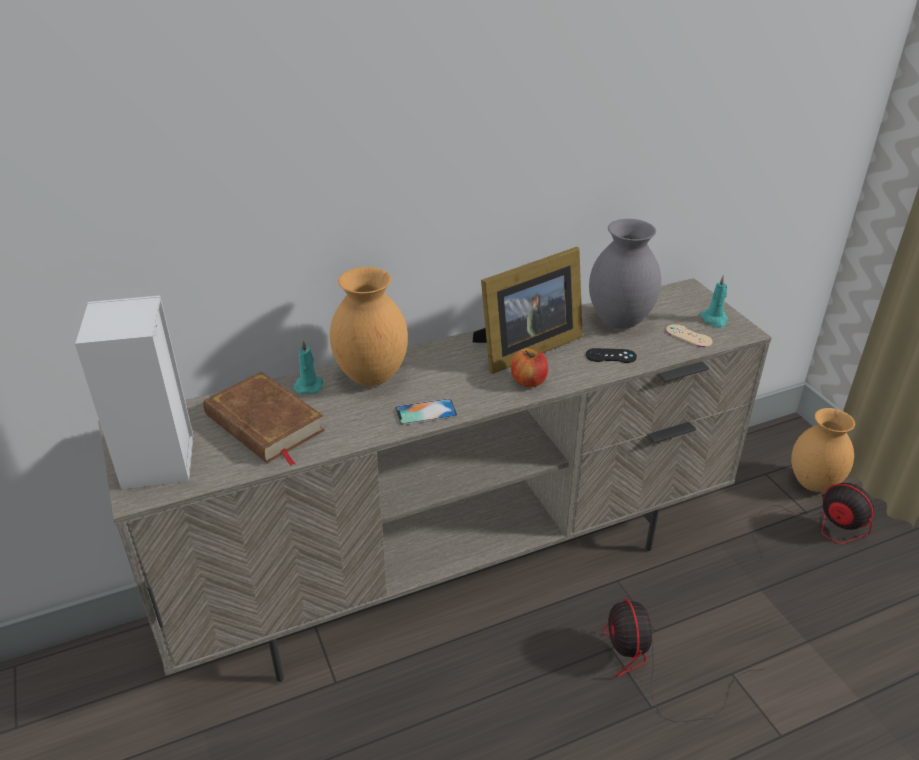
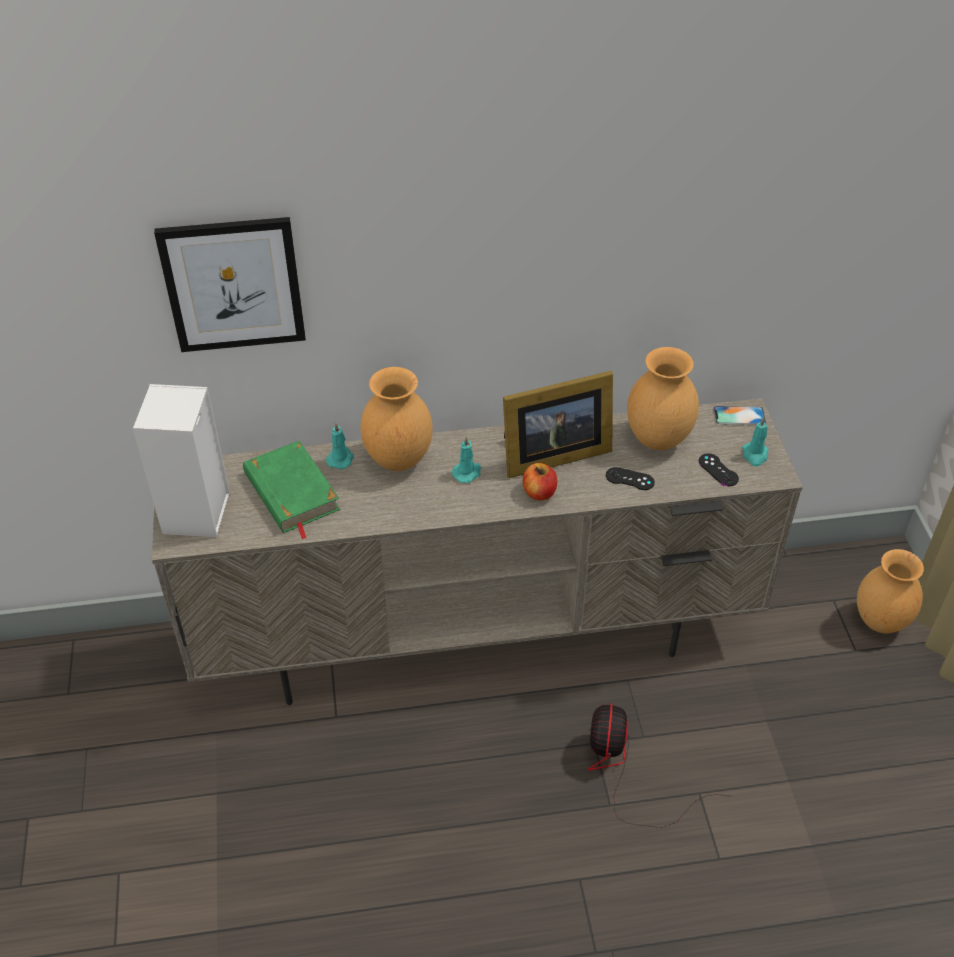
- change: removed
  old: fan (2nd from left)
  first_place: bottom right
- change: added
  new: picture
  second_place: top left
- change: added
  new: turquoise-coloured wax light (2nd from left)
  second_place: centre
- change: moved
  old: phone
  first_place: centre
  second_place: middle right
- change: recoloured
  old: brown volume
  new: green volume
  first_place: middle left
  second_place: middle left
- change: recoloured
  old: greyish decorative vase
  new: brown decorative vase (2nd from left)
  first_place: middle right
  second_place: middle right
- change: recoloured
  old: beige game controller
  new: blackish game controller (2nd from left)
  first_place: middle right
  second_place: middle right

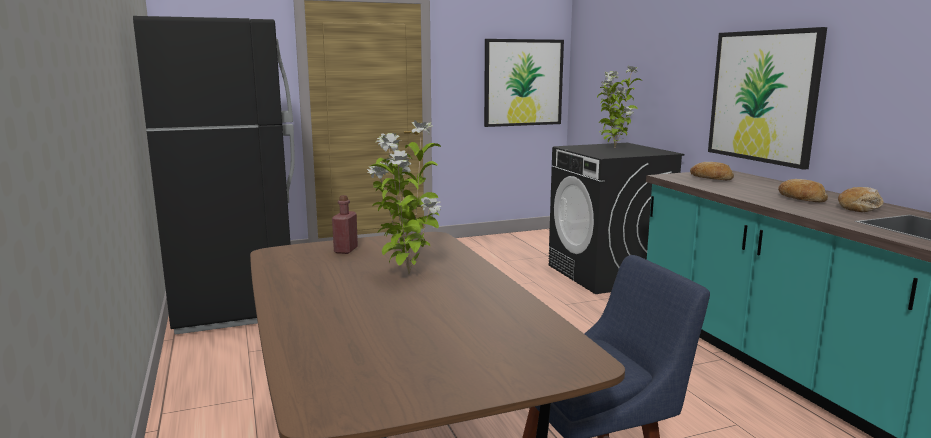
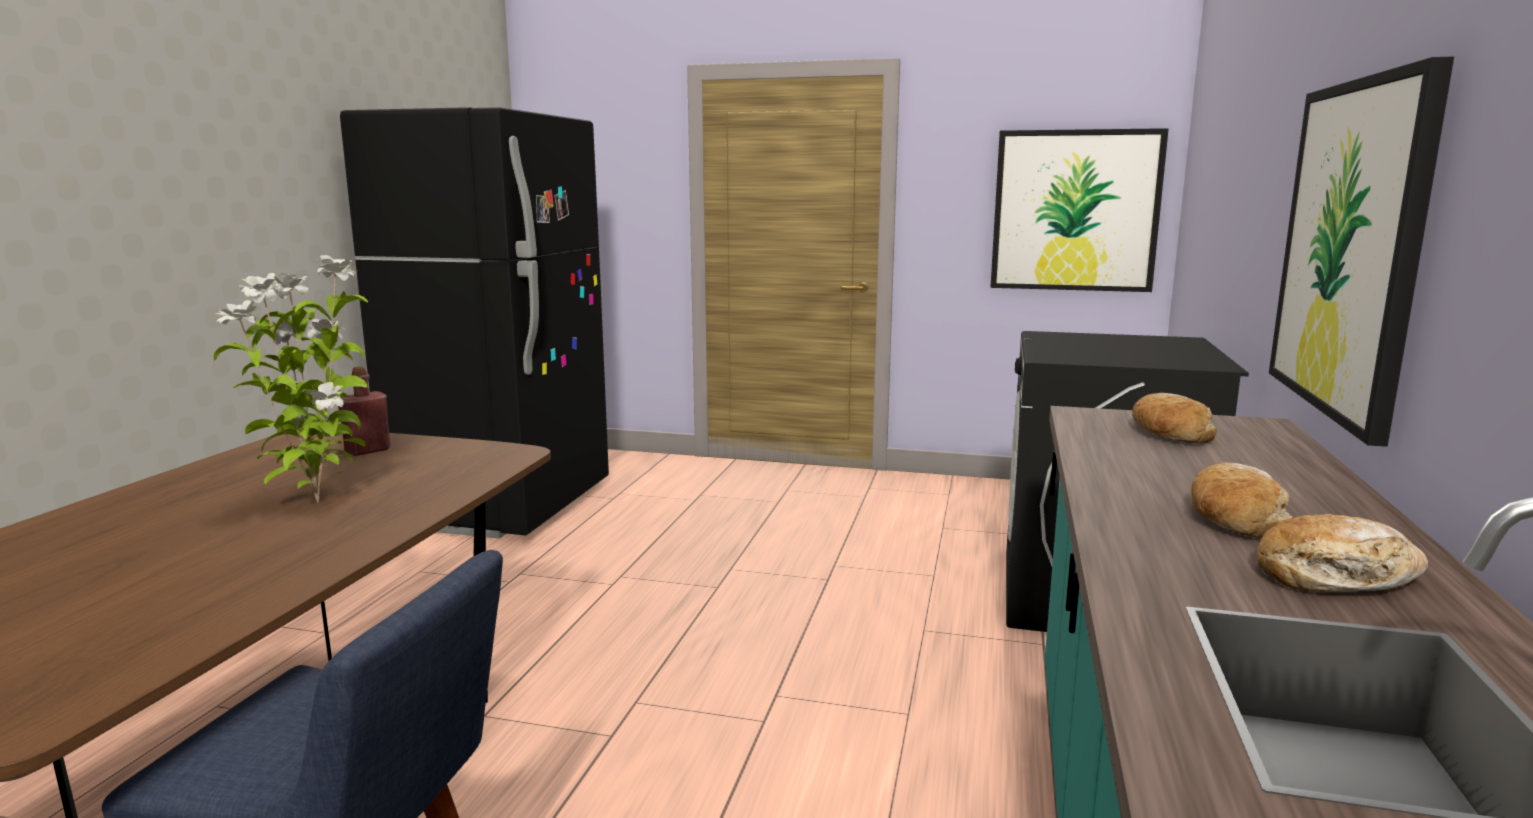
- change: removed
  old: plant in a pot (2nd from left)
  first_place: top centre

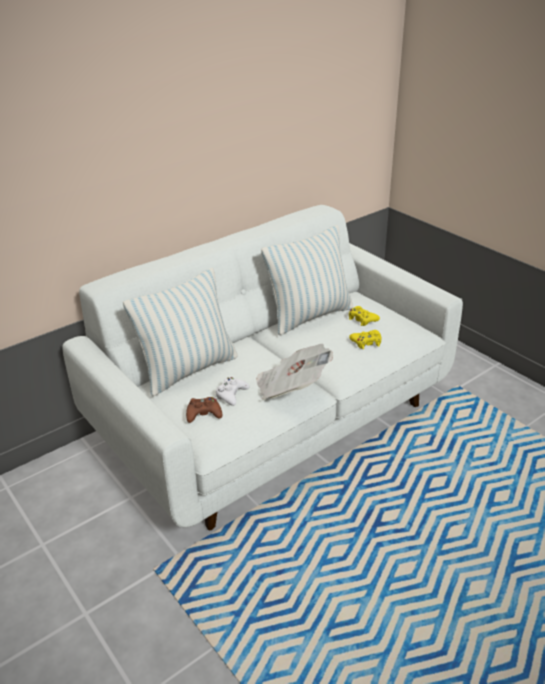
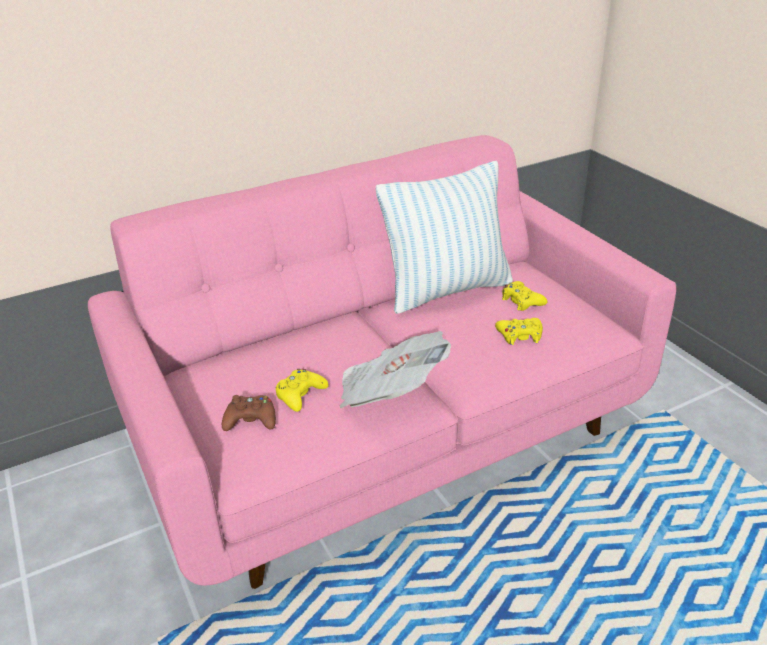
- change: removed
  old: pillow (1st from left)
  first_place: middle left
- change: recoloured
  old: white sofa
  new: pinkish sofa
  first_place: centre
  second_place: centre
- change: recoloured
  old: white game controller
  new: yellow-coloured game controller (1st from left)
  first_place: centre
  second_place: centre

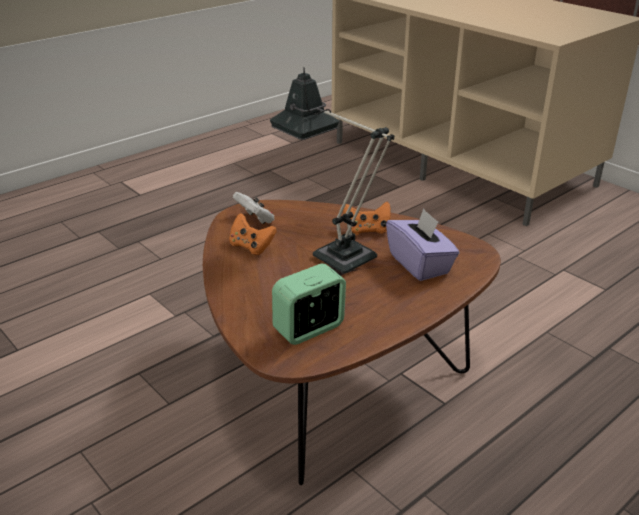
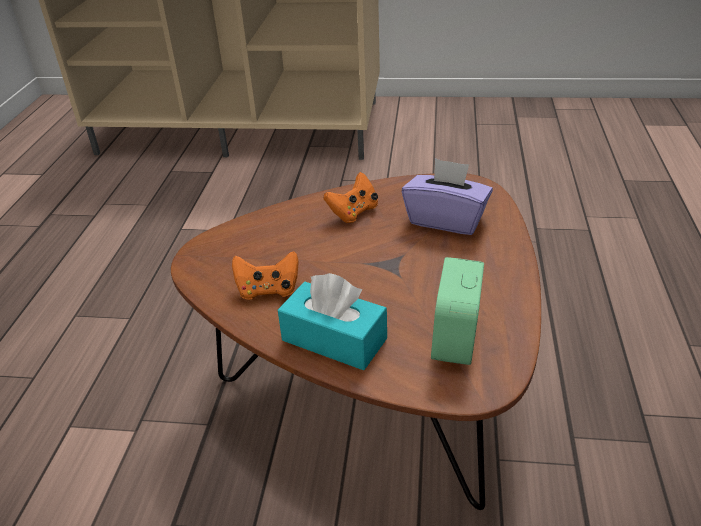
- change: removed
  old: white game controller
  first_place: centre
- change: removed
  old: lamp for a table
  first_place: top centre
- change: added
  new: turquoise-coloured tissue box
  second_place: centre

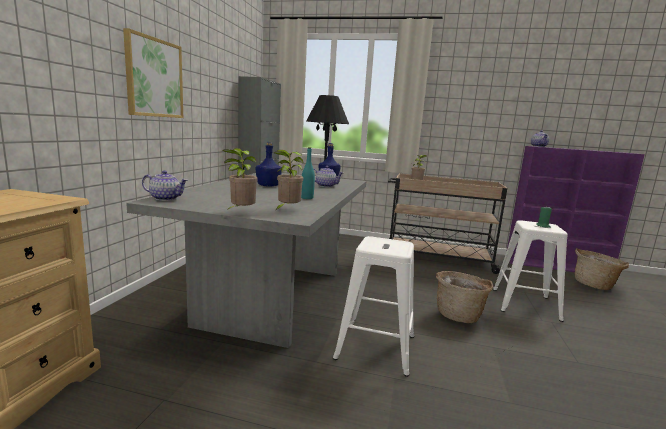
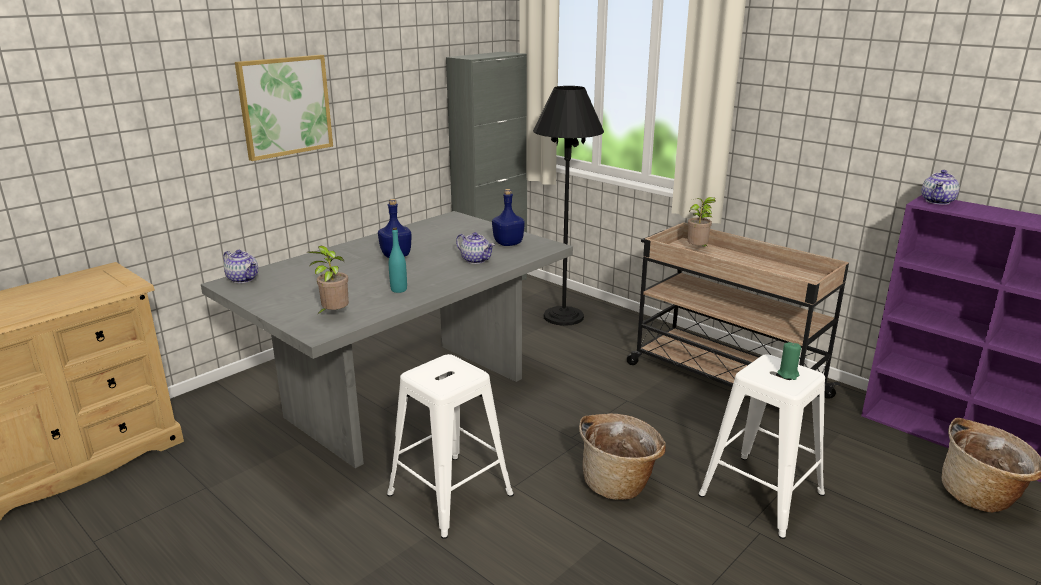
- change: removed
  old: plant in a pot (1st from left)
  first_place: centre

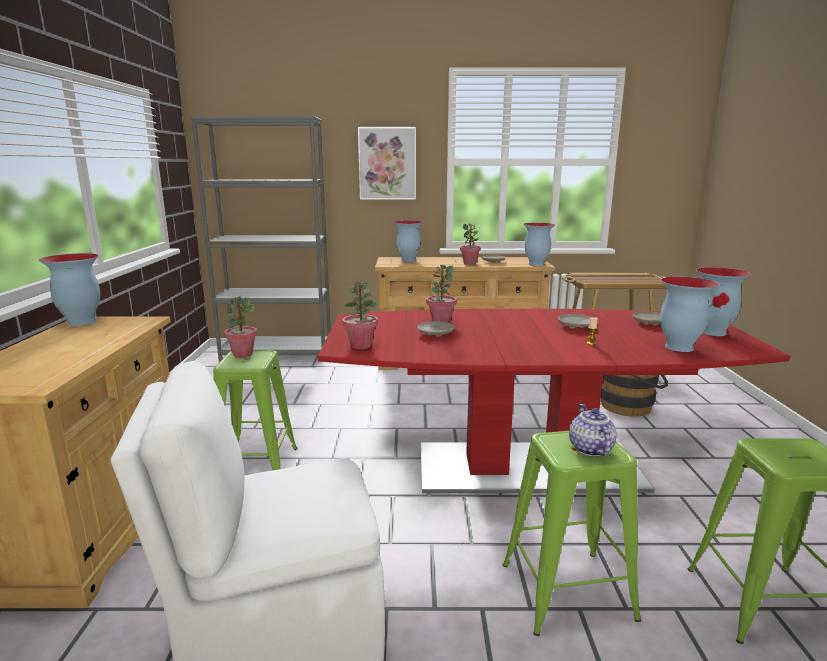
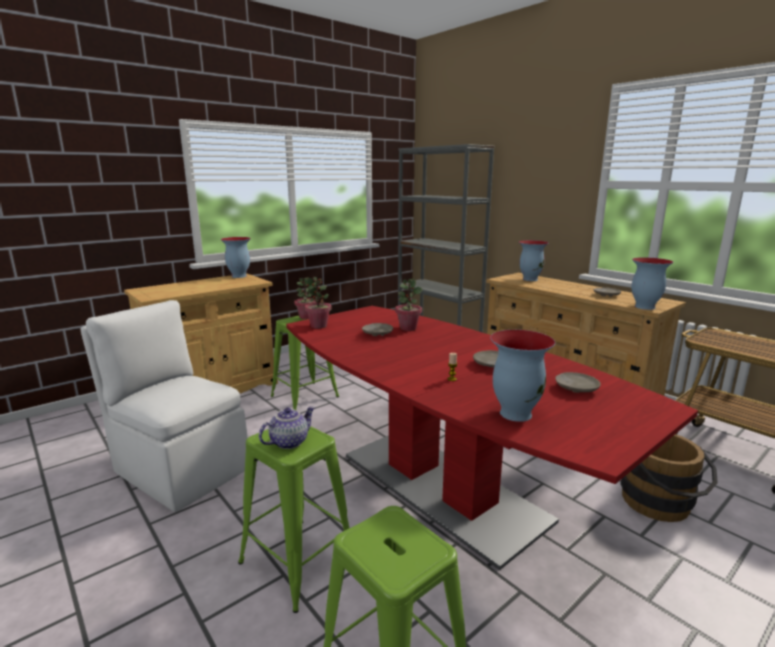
- change: removed
  old: picture
  first_place: top centre
- change: removed
  old: plant in a pot (4th from left)
  first_place: centre
- change: removed
  old: decorative vase (5th from left)
  first_place: middle right

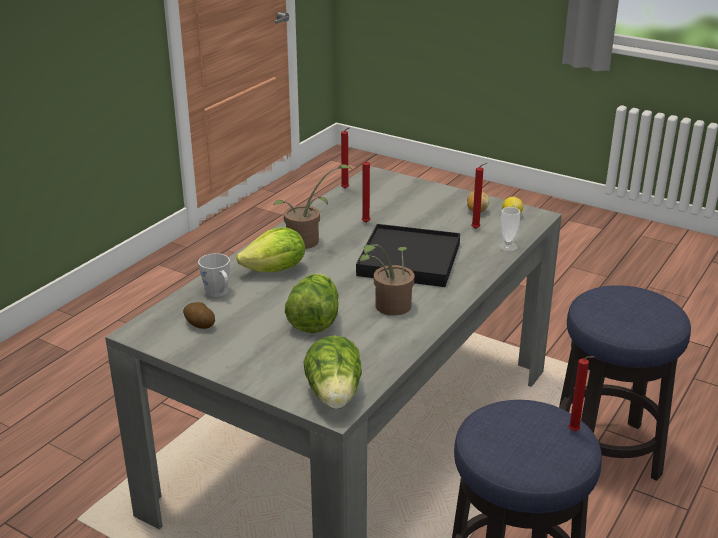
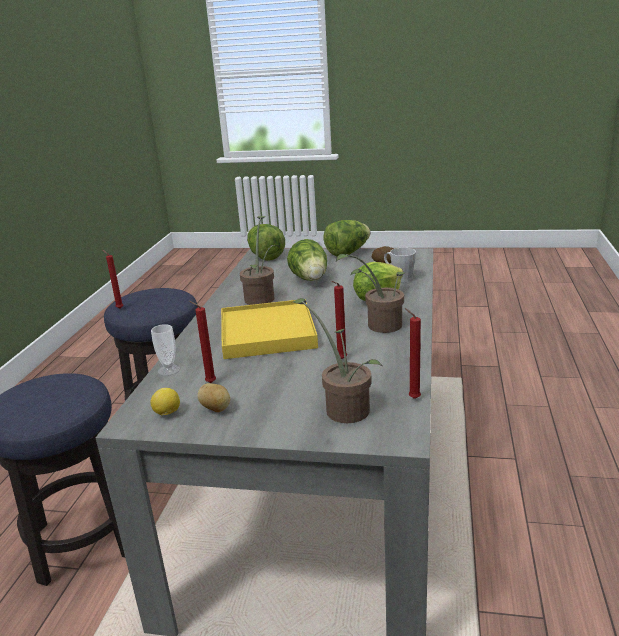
- change: added
  new: plant in a pot (2nd from left)
  second_place: centre
- change: added
  new: head of lettuce (3rd from left)
  second_place: centre
- change: recoloured
  old: blackish tray
  new: yellow-coloured tray
  first_place: centre
  second_place: centre

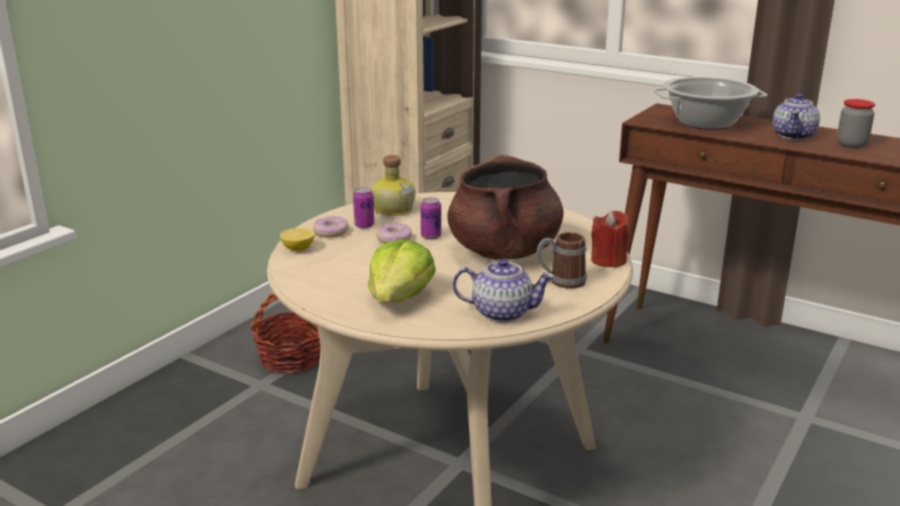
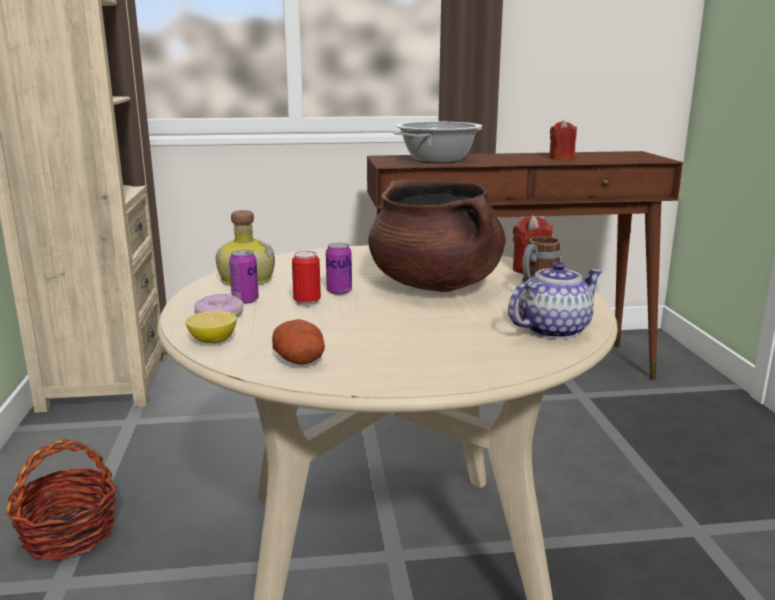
- change: removed
  old: head of lettuce
  first_place: centre
- change: removed
  old: tea pot (2nd from left)
  first_place: top right
- change: added
  new: whole potato
  second_place: centre
- change: replaced
  old: donut (2nd from left)
  new: sealed can (2nd from left)
  first_place: centre
  second_place: centre
- change: replaced
  old: preserve jar
  new: red-coloured wax light (2nd from left)
  first_place: top right
  second_place: top right

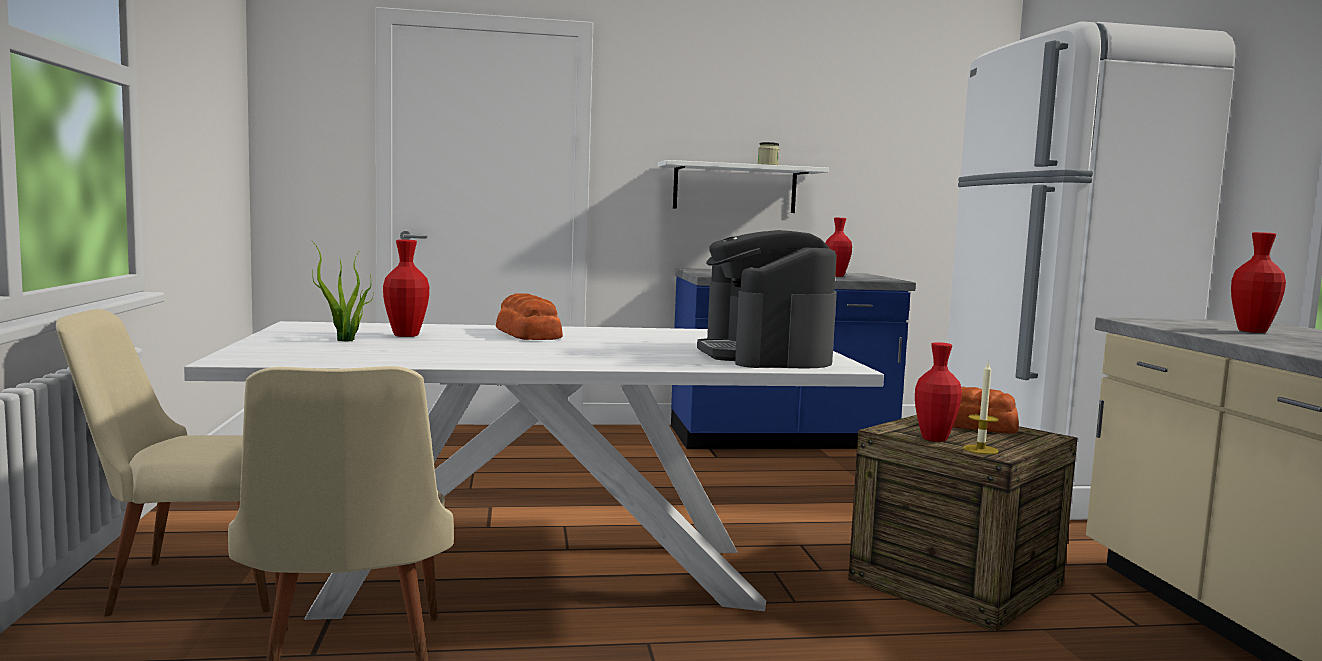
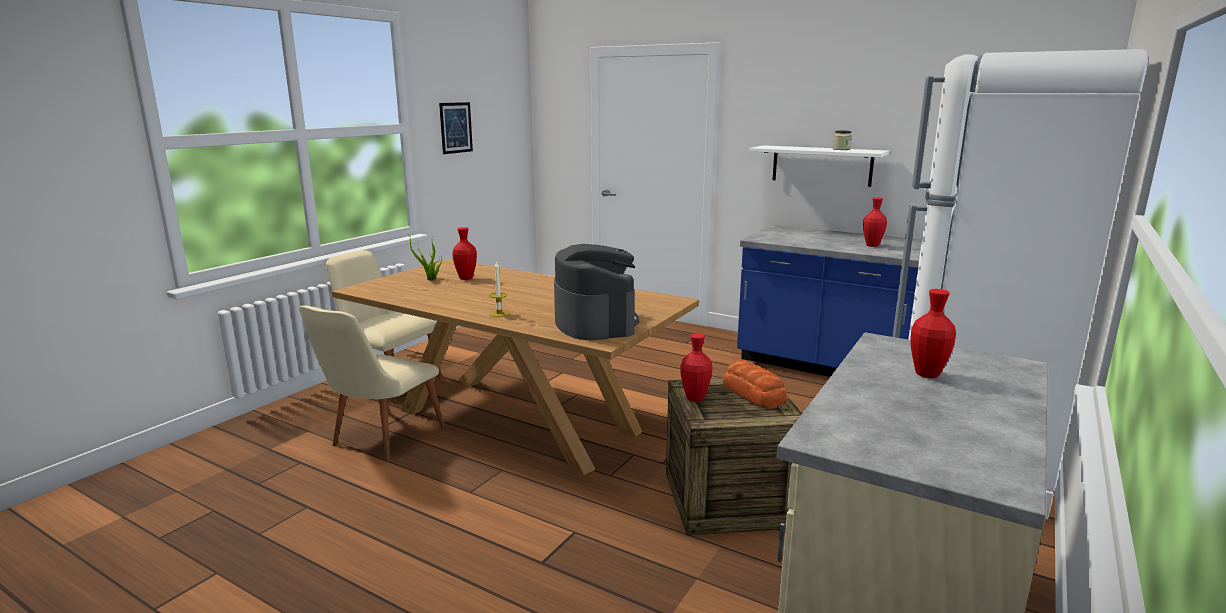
- change: removed
  old: bread (1st from left)
  first_place: centre
- change: added
  new: picture
  second_place: top centre
- change: moved
  old: wax light
  first_place: middle right
  second_place: centre
- change: recoloured
  old: white kitchen table
  new: brown kitchen table
  first_place: bottom centre
  second_place: centre
- change: turned
  old: coffee brewer
  first_place: centre
  second_place: centre
  degrees: 135

